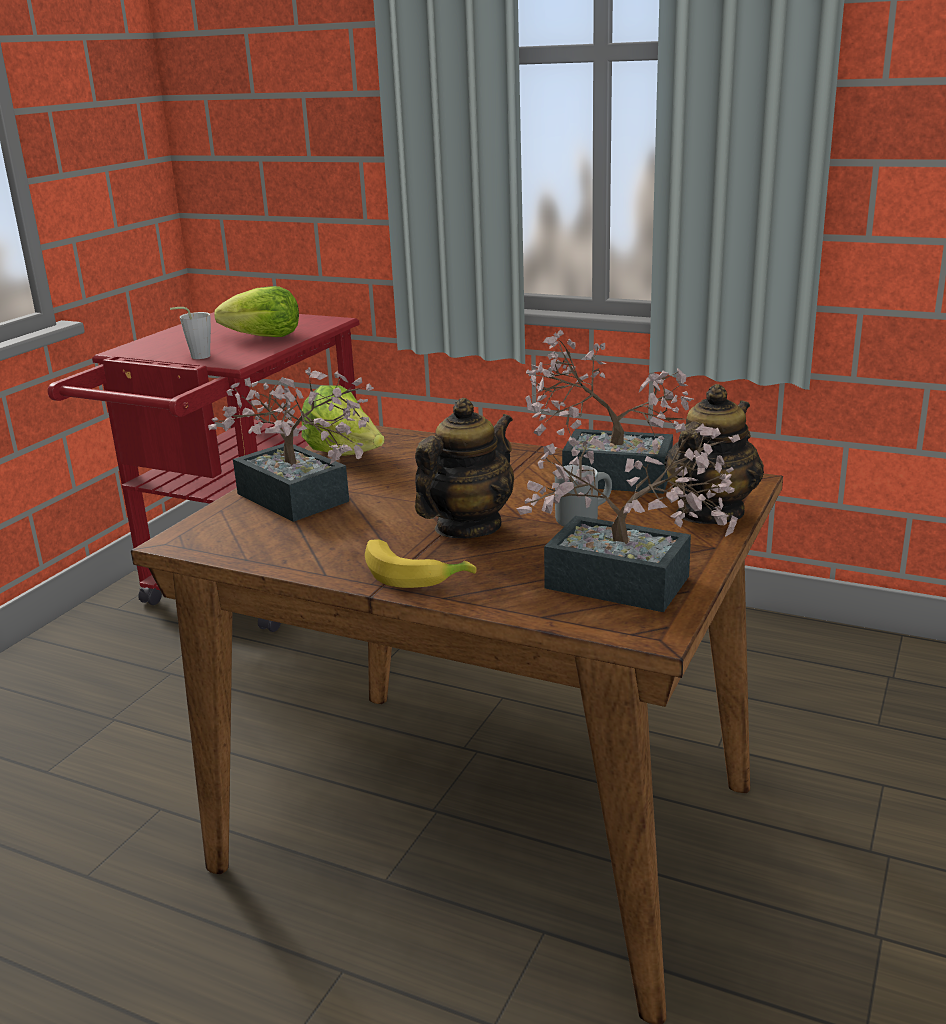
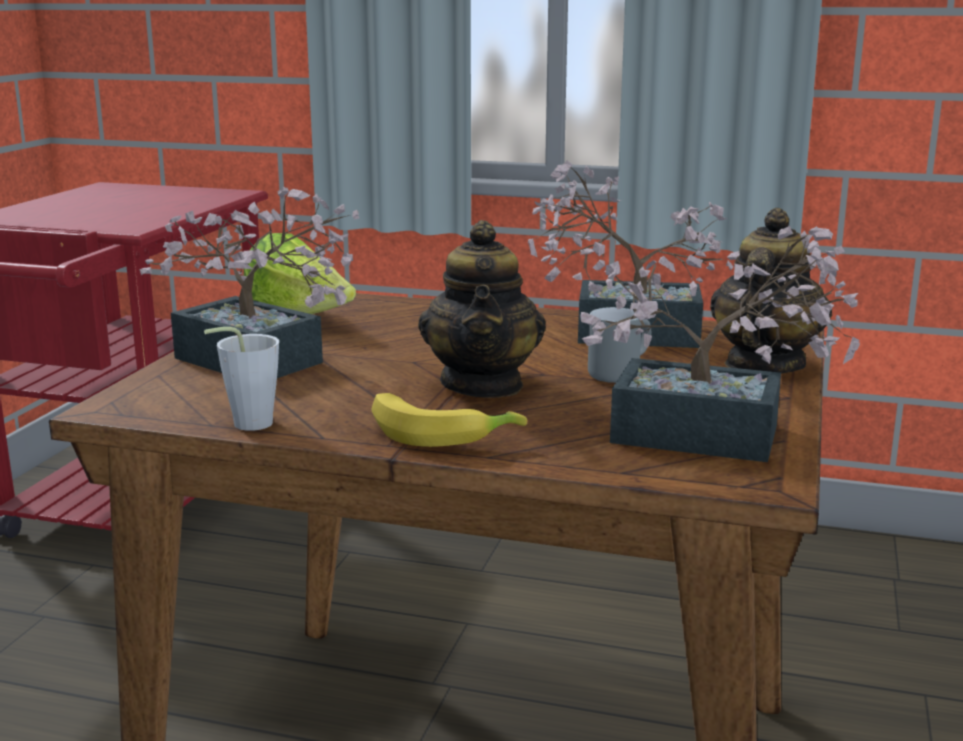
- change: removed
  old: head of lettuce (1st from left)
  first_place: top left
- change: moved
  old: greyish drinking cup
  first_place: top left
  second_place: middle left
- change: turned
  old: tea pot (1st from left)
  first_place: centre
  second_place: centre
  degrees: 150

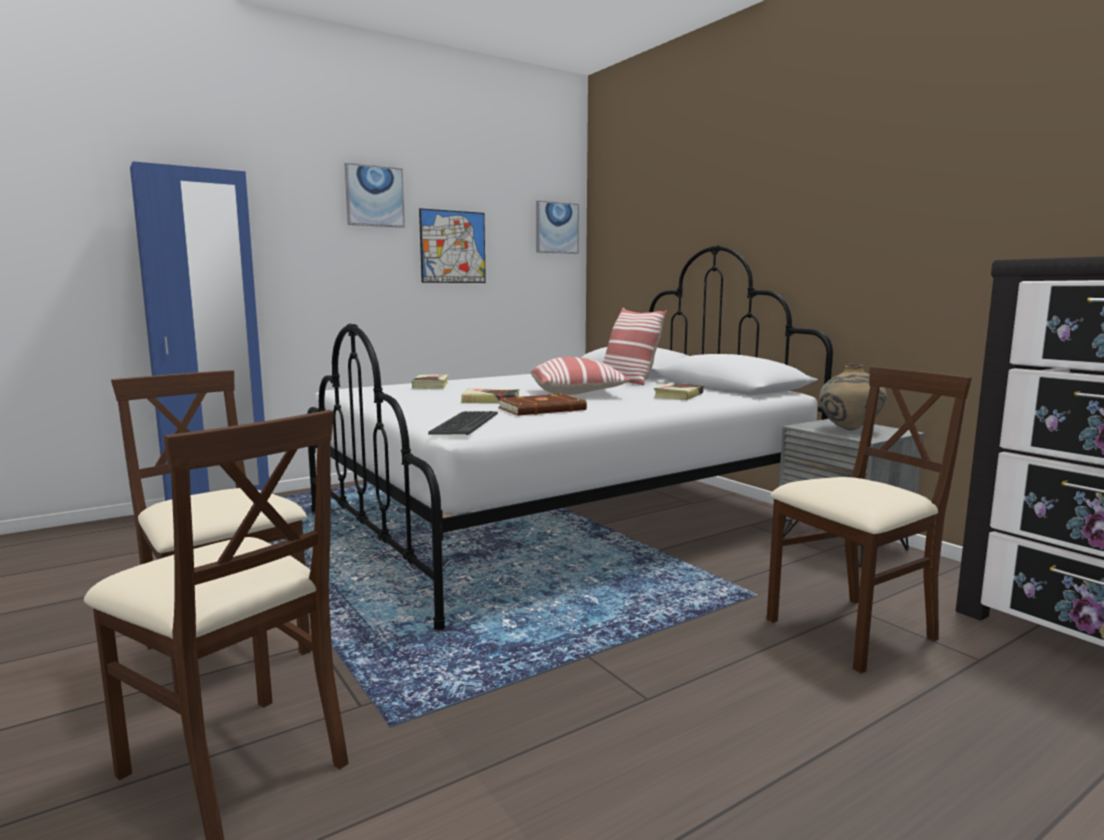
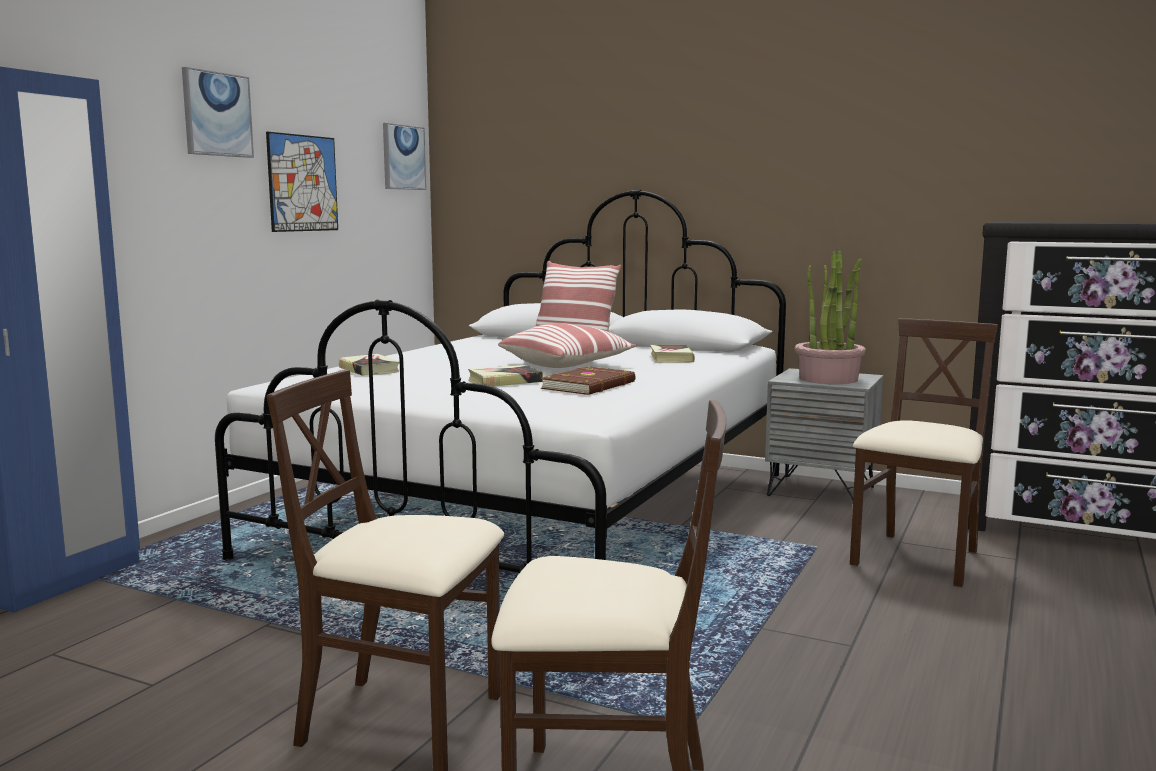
- change: removed
  old: computer keyboard
  first_place: centre
- change: replaced
  old: beige decorative vase
  new: plant in a pot
  first_place: middle right
  second_place: middle right

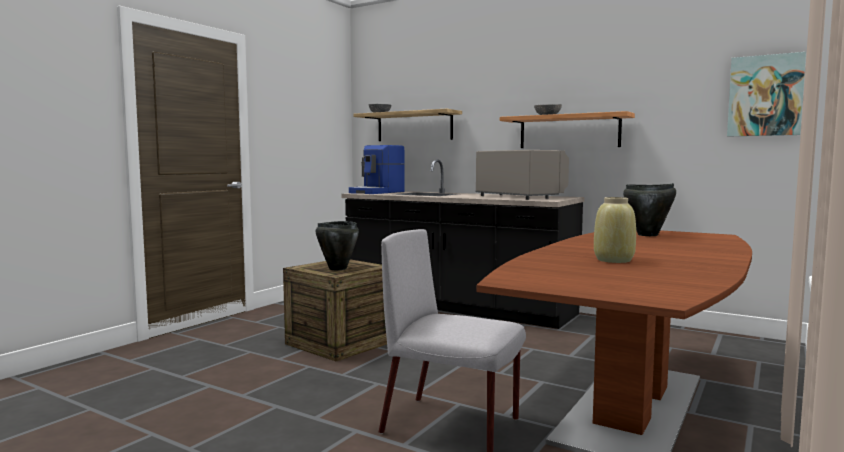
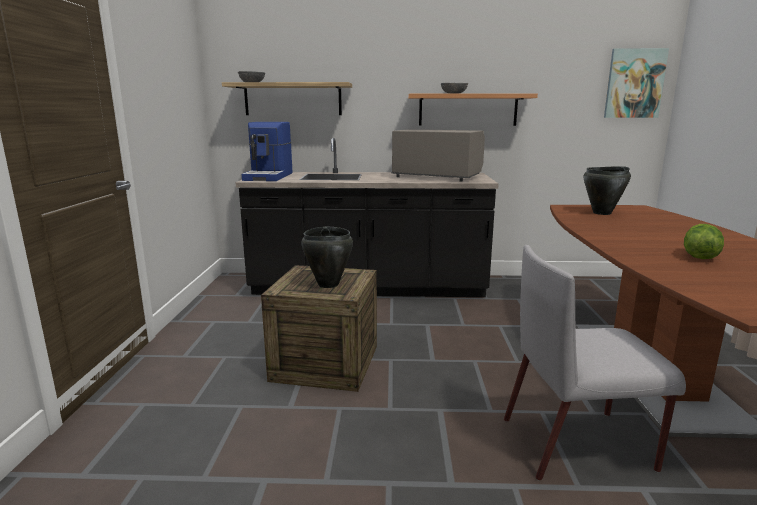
- change: replaced
  old: beige decorative vase
  new: head of lettuce
  first_place: middle right
  second_place: middle right

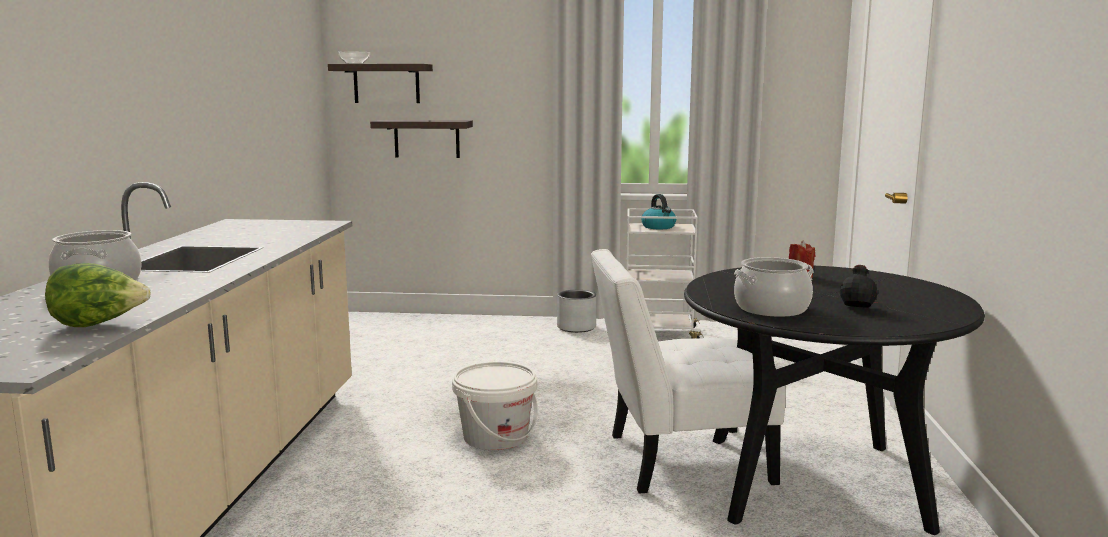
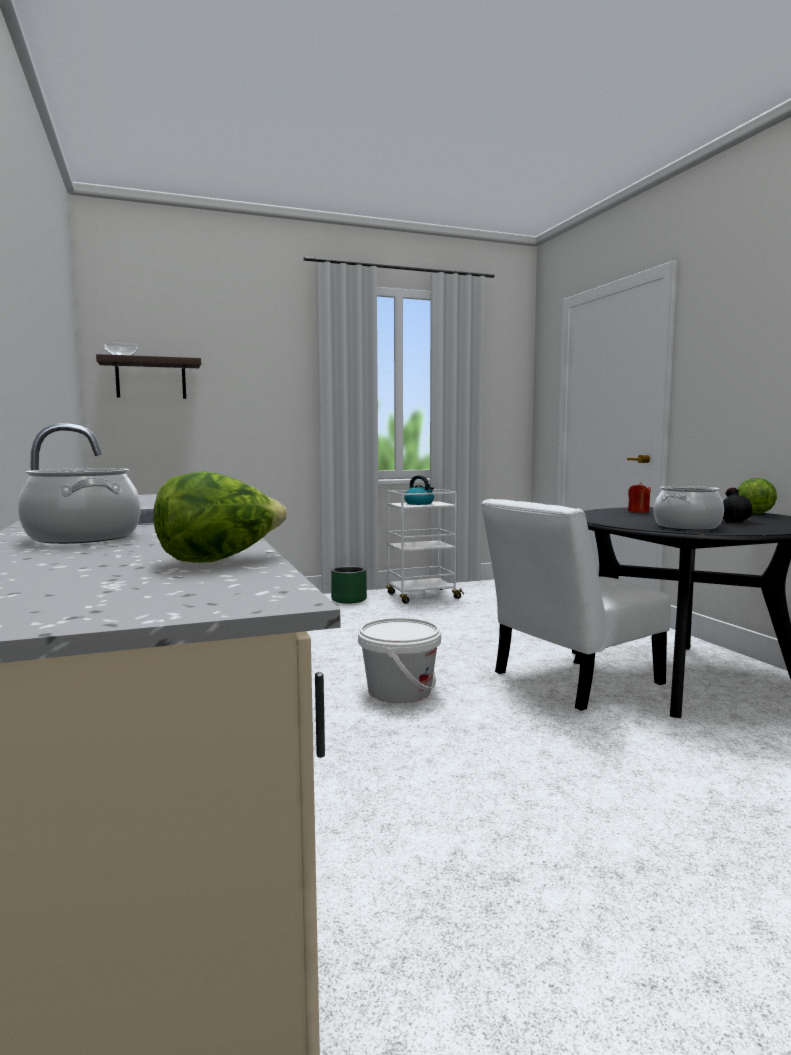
- change: removed
  old: bracket shelf (2nd from left)
  first_place: top centre
- change: added
  new: head of lettuce (2nd from left)
  second_place: middle right
- change: recoloured
  old: greyish flower pot
  new: green flower pot
  first_place: centre
  second_place: centre

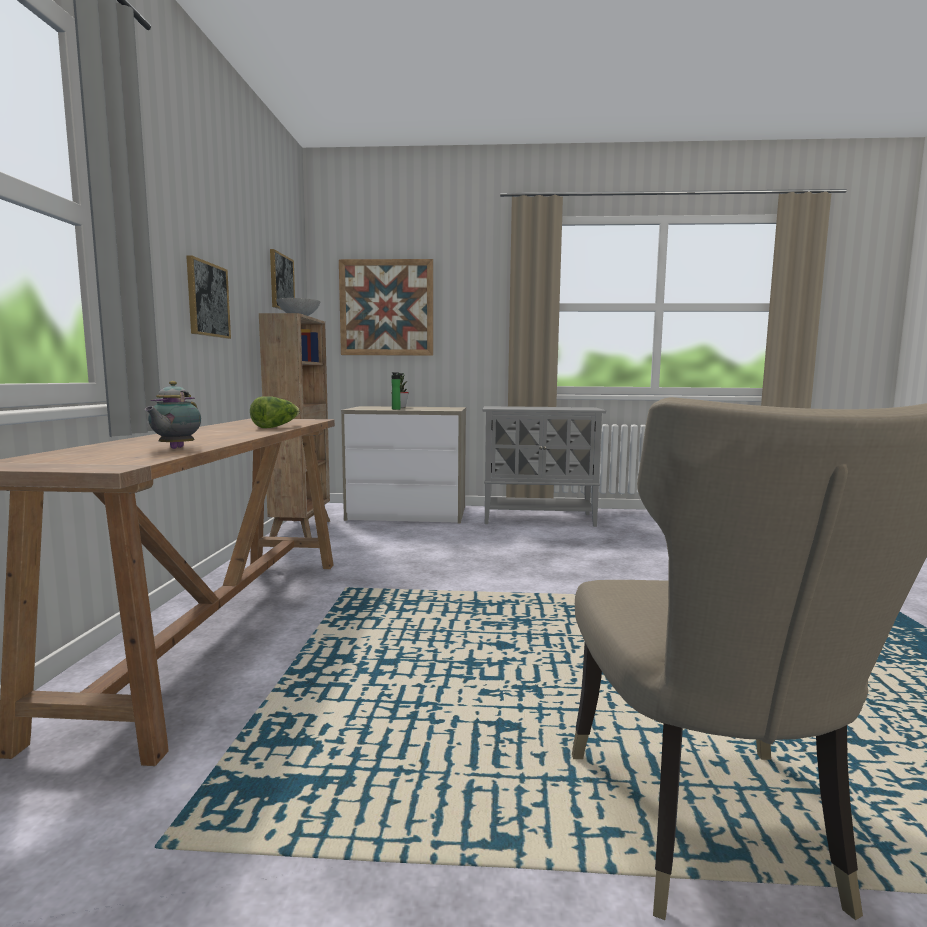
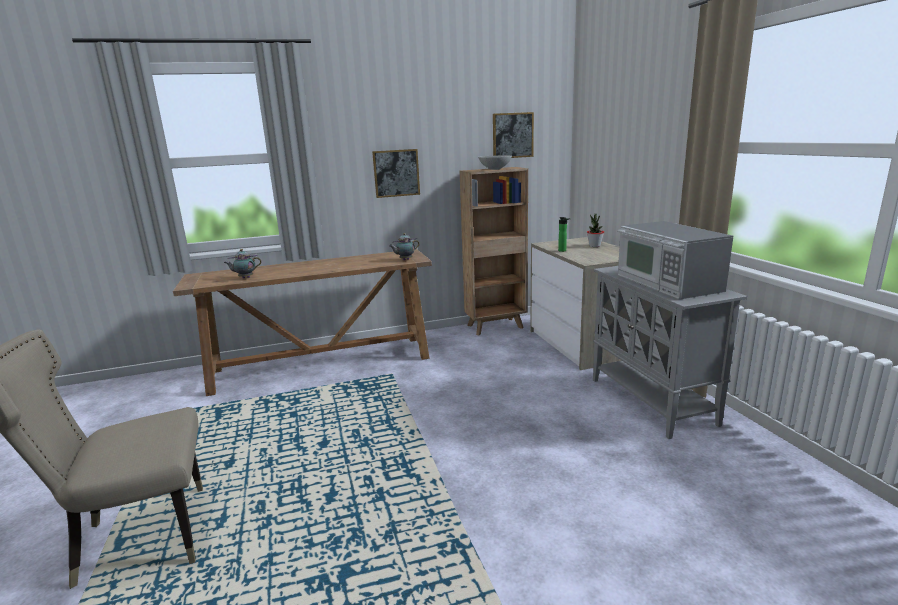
- change: removed
  old: head of lettuce
  first_place: middle left
- change: removed
  old: picture (3rd from left)
  first_place: top centre
- change: added
  new: tea pot (2nd from left)
  second_place: centre
- change: added
  new: microwave oven
  second_place: middle right

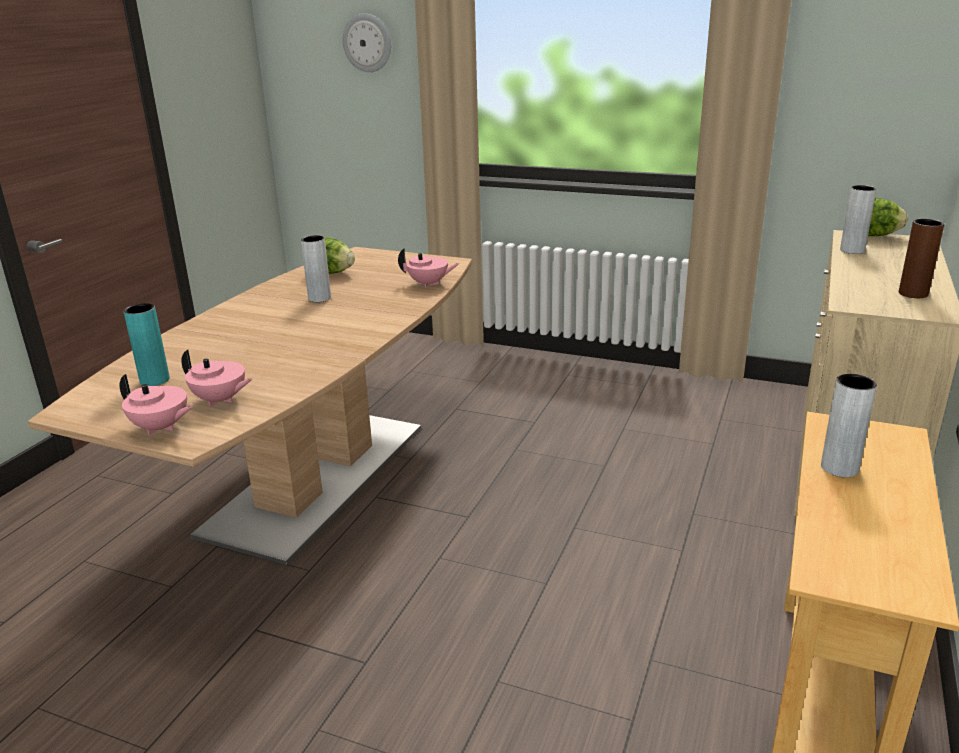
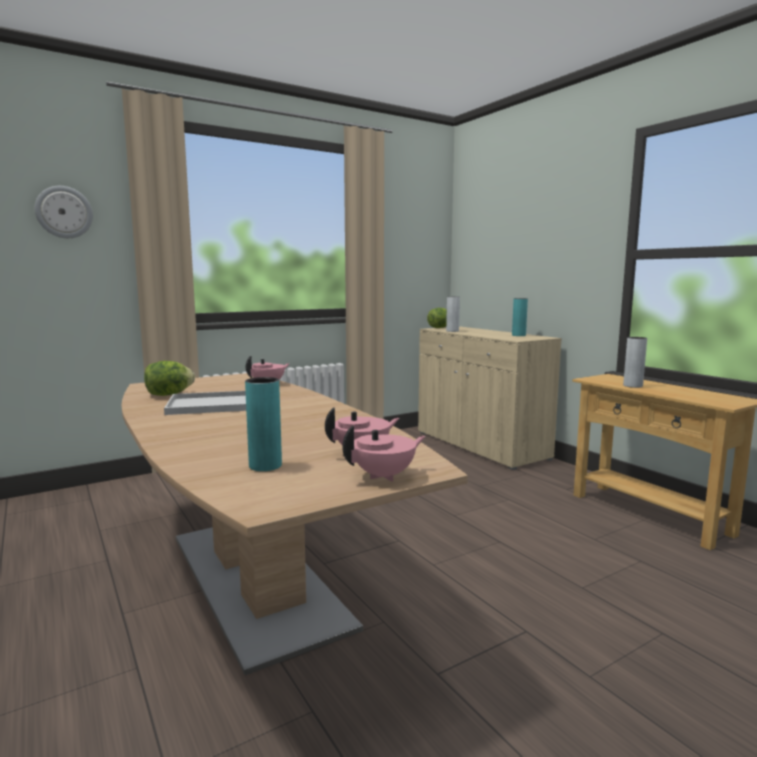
- change: replaced
  old: greyish decorative vase (1st from left)
  new: white tray
  first_place: middle left
  second_place: middle left
- change: recoloured
  old: brown decorative vase
  new: turquoise-coloured decorative vase (2nd from left)
  first_place: middle right
  second_place: middle right

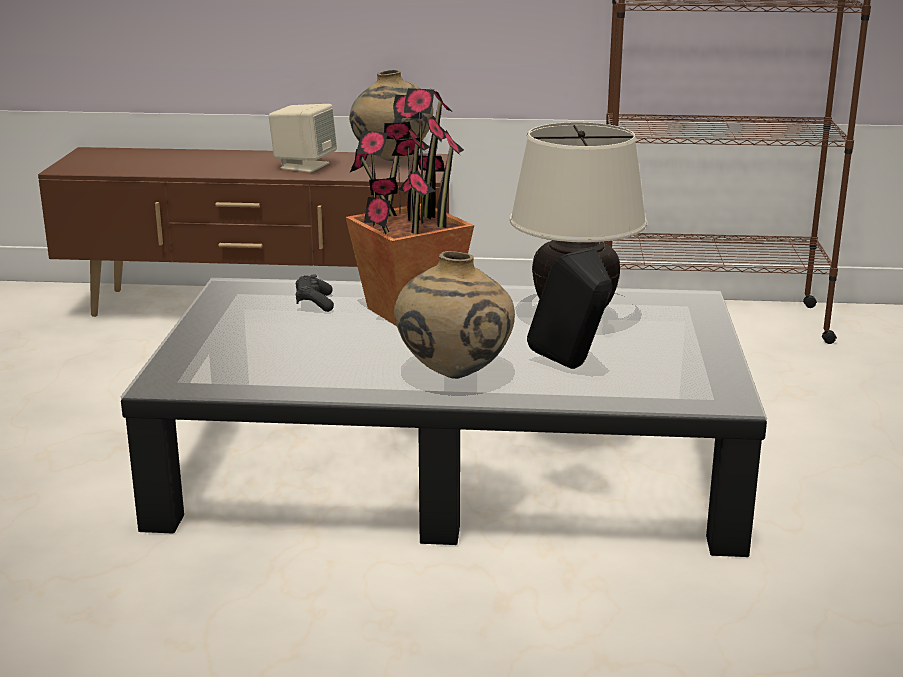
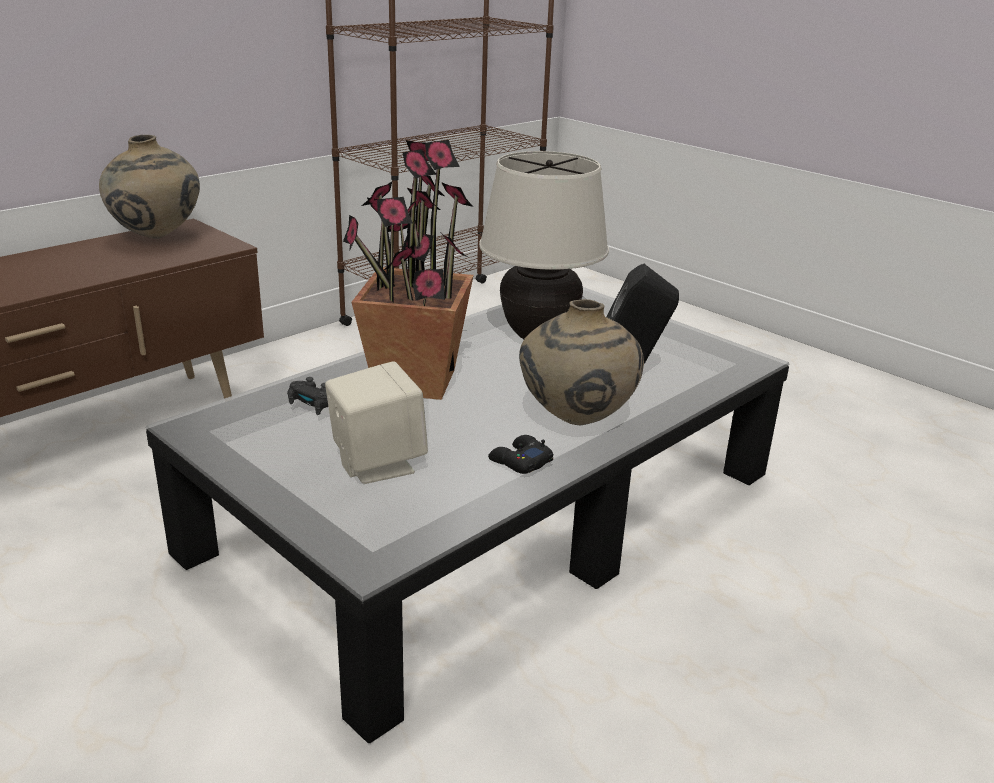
- change: added
  new: blackish game controller (2nd from left)
  second_place: centre
- change: moved
  old: beige speaker
  first_place: top centre
  second_place: centre

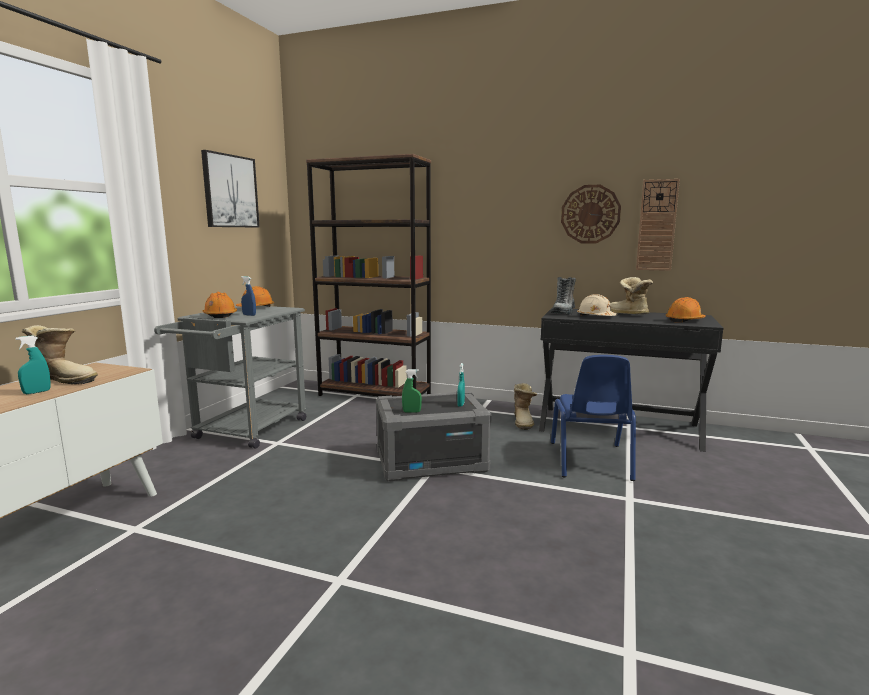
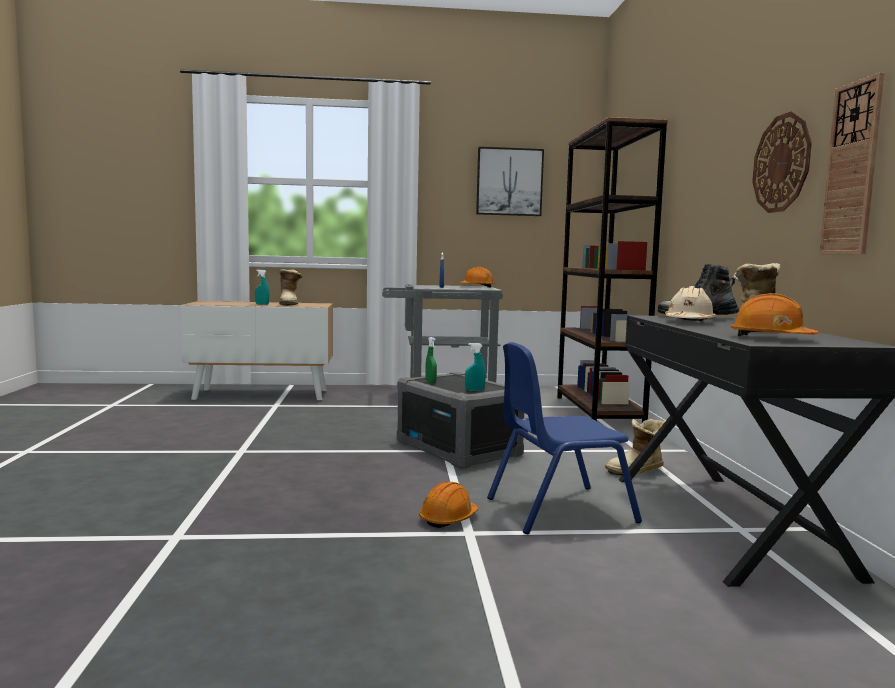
- change: moved
  old: orange hard hat (1st from left)
  first_place: middle left
  second_place: bottom centre

